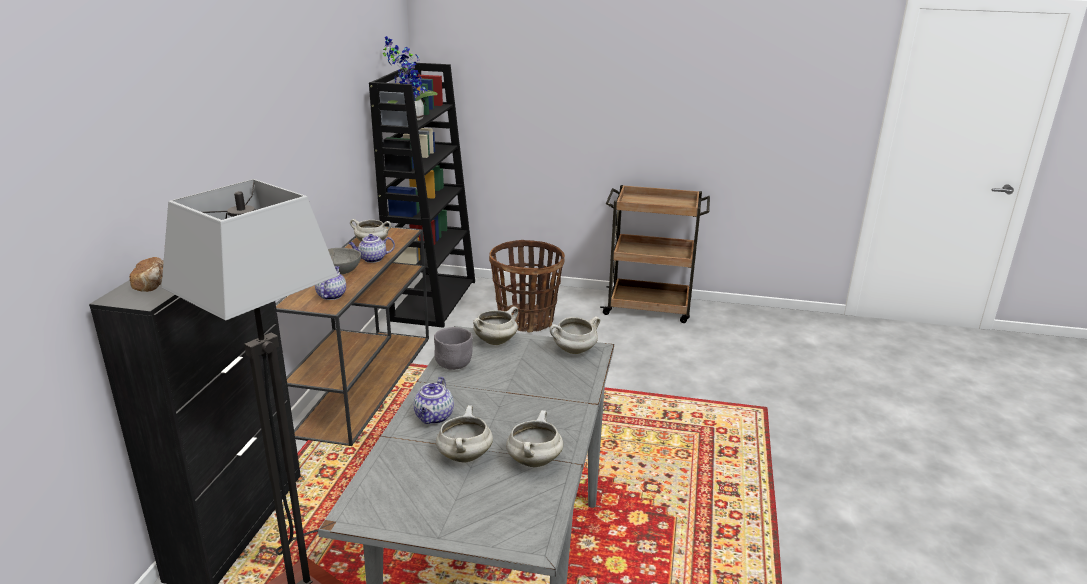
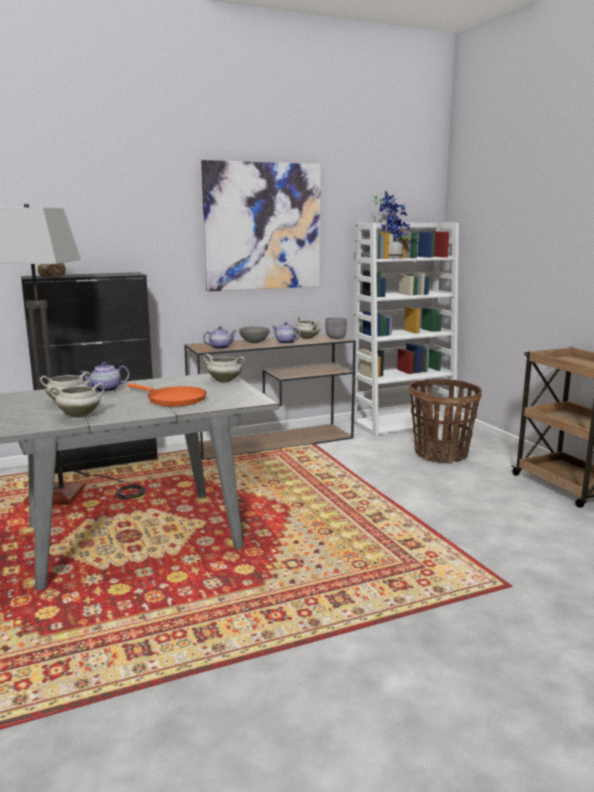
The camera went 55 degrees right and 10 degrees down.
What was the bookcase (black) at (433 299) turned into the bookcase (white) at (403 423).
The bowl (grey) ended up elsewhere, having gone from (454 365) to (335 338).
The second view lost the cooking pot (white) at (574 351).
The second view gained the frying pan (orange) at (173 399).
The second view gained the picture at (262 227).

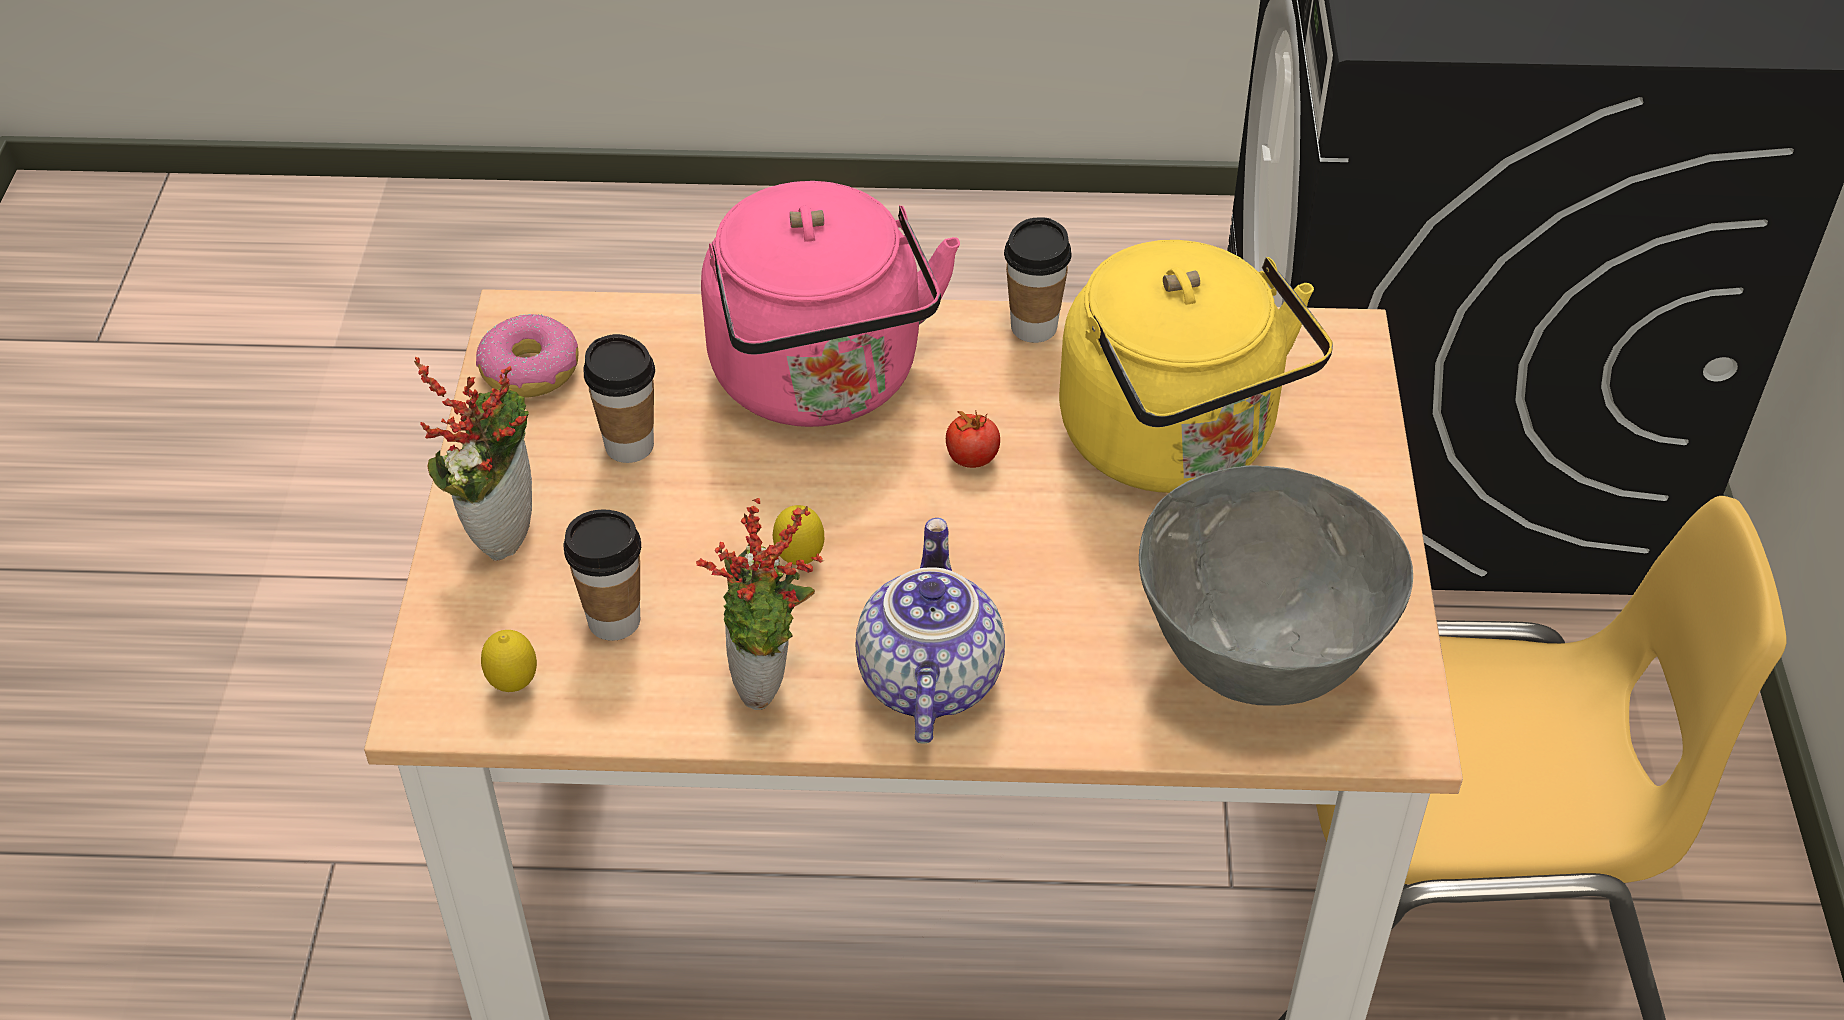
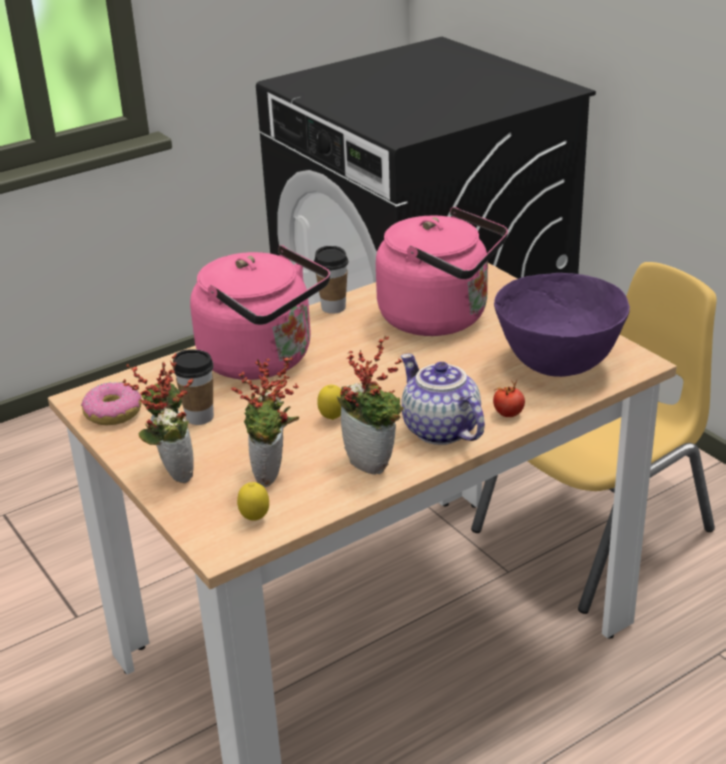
The camera went 35 degrees left and 15 degrees down.
Where the cup stood at (614 620), the potted plant came to stand at (273 476).
The tomato ended up elsewhere, having gone from (972 458) to (508 413).
What was the kettle (yellow) at (1176 444) turned into the kettle (pink) at (440 318).
What was the bowl (grey) at (1257 658) turned into the bowl (purple) at (558 365).

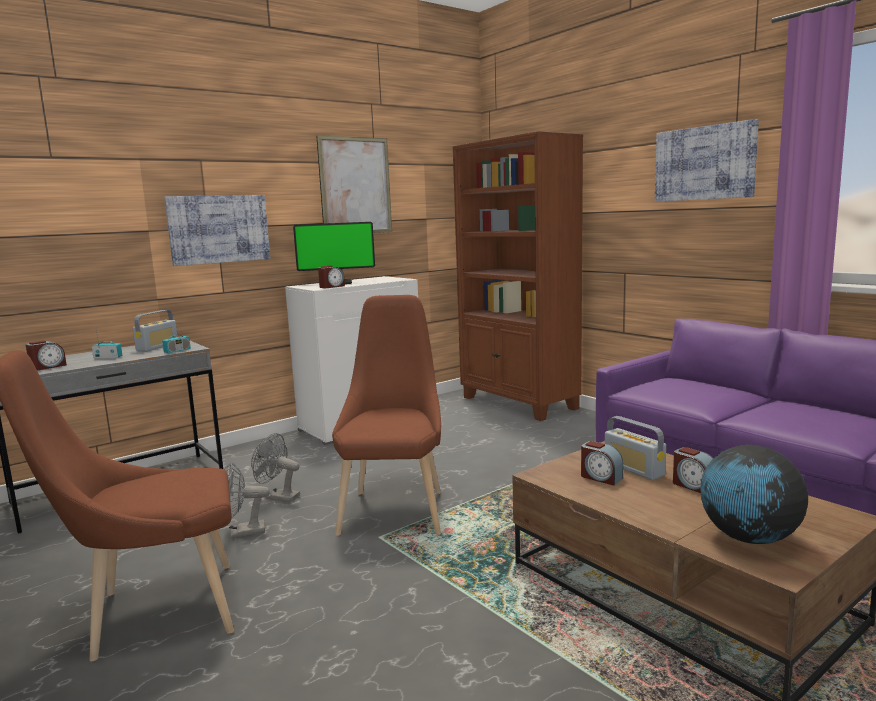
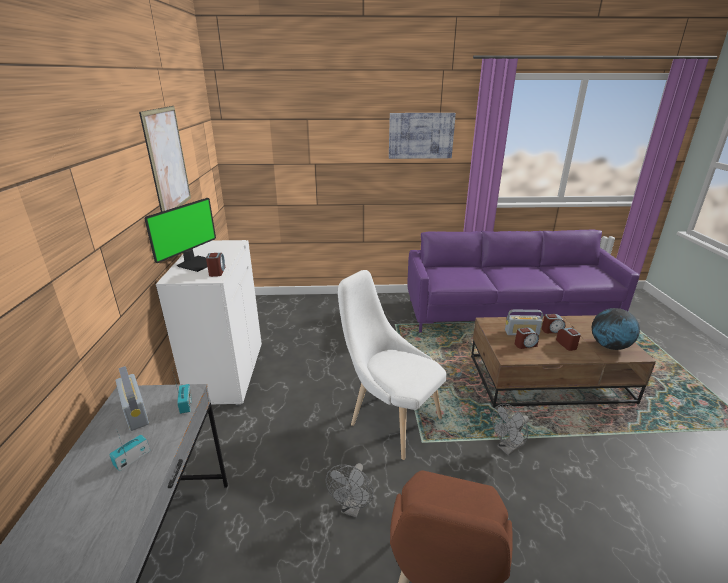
The camera went 55 degrees left and 15 degrees up.
The alarm clock ended up elsewhere, having gone from (48 367) to (566 344).
The second view lost the picture at (219 229).
The fan (grey) ended up elsewhere, having gone from (278 497) to (508 448).
What was the chair (brown) at (395 509) turned into the chair (white) at (390 419).
The second view lost the bookcase (brown) at (519 403).

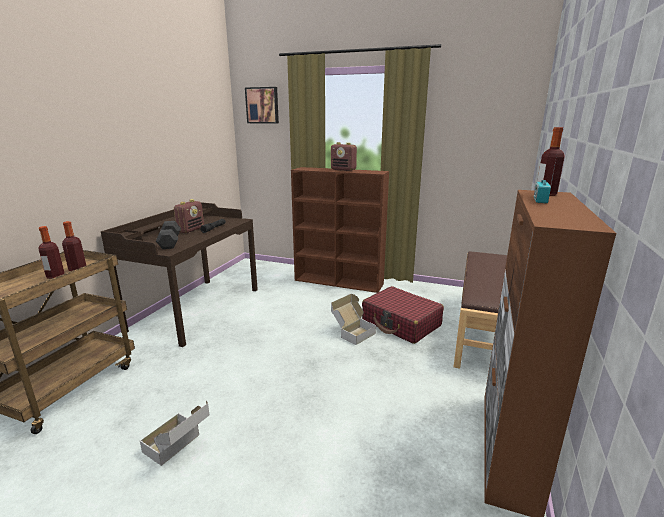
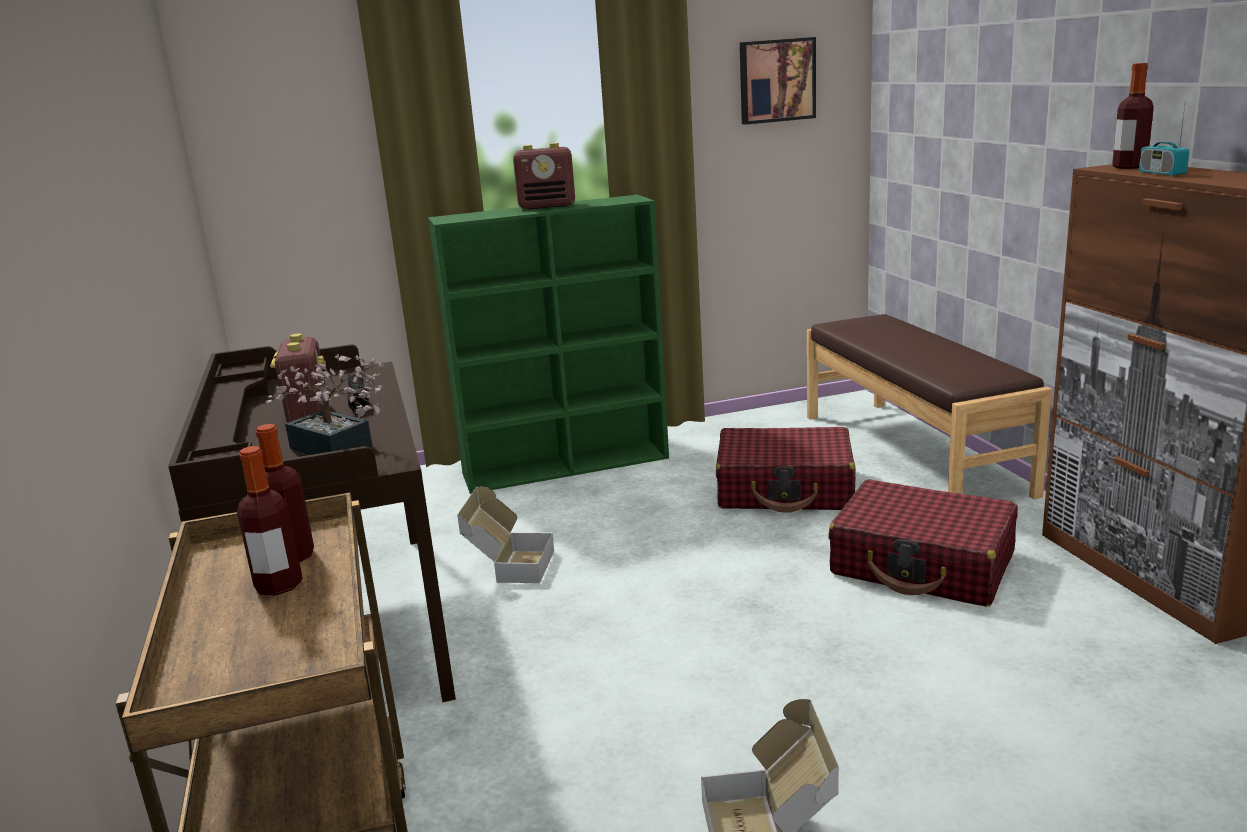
The camera went 35 degrees left and 0 degrees up.
Where the dumbbell (black) stood at (170 242), the potted plant came to stand at (336 449).
The picture ended up elsewhere, having gone from (262 105) to (776 80).
What was the bookcase (brown) at (339 282) turned into the bookcase (green) at (568 465).
The cardboard box ended up elsewhere, having gone from (352 332) to (508 566).
The second view gained the suitcase (red) at (923 564).

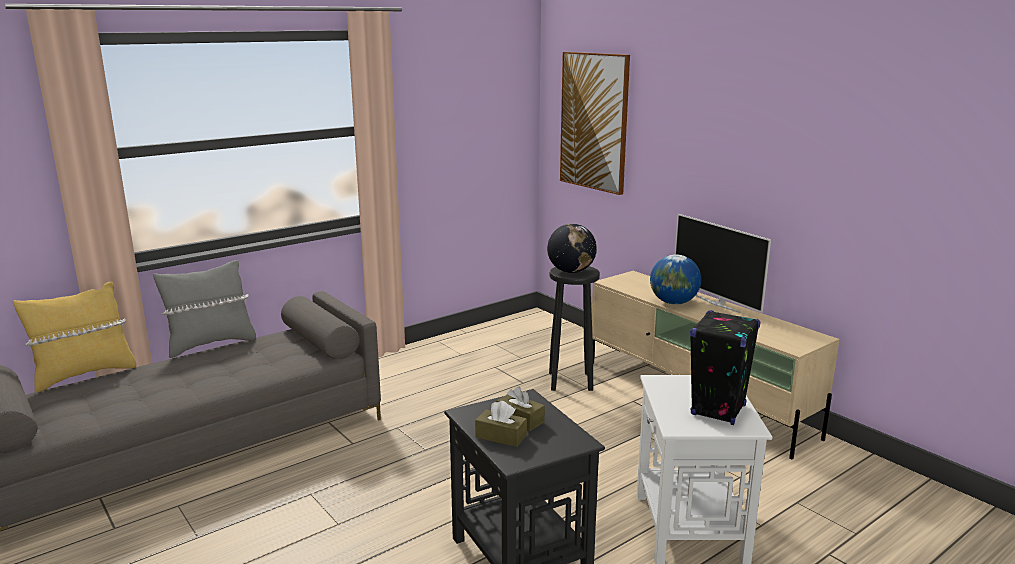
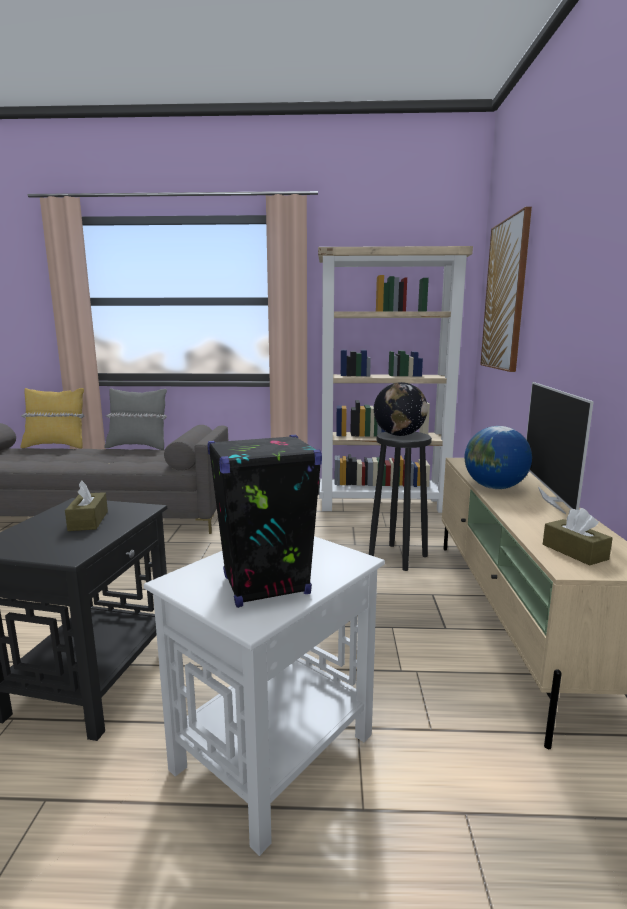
The camera went 40 degrees right and 5 degrees down.
The tissue box (brown) ended up elsewhere, having gone from (501 436) to (574 552).
The second view gained the bookcase (beige) at (383 504).

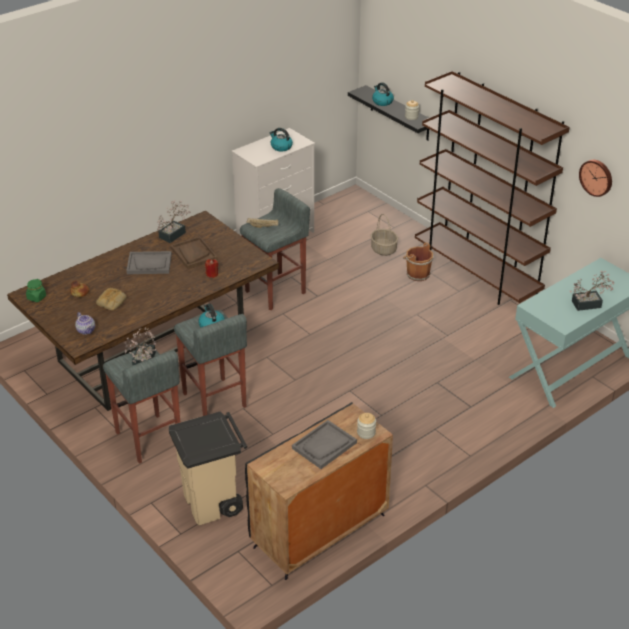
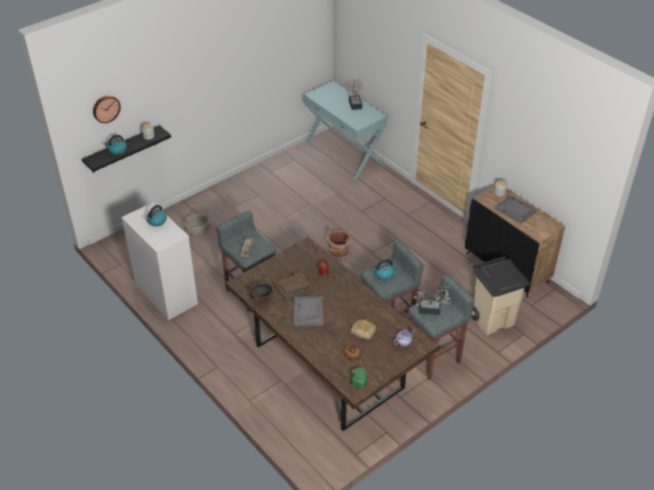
The camera went 90 degrees left and 5 degrees up.
Where the potted plant stood at (174 234), the bowl came to stand at (262 299).
The bucket (brown) ended up elsewhere, having gone from (417 274) to (338 253).
The second view lost the bookcase (brown) at (476 274).
The wall clock ended up elsewhere, having gone from (596 177) to (105 108).

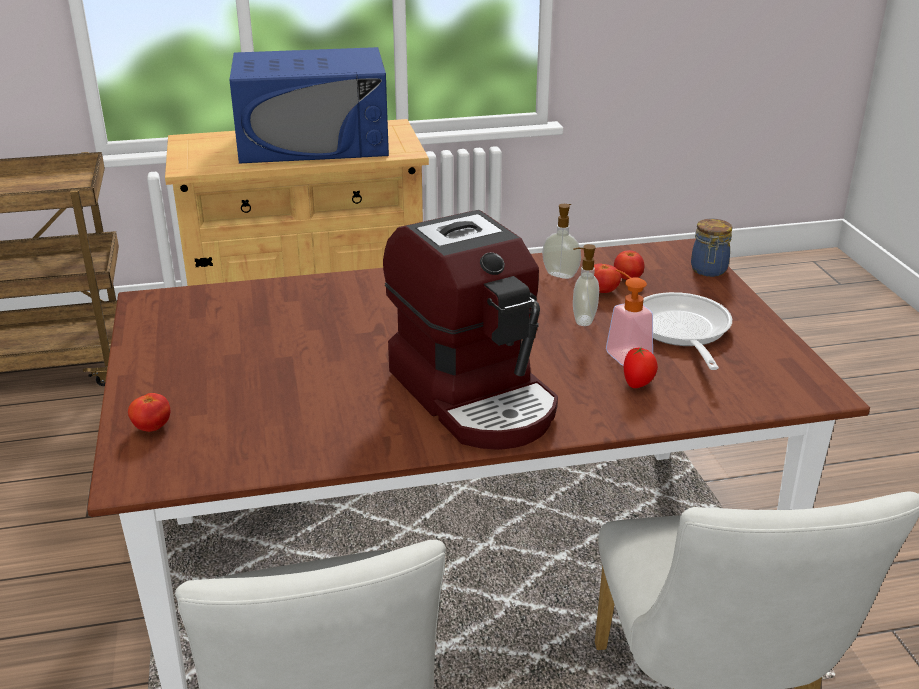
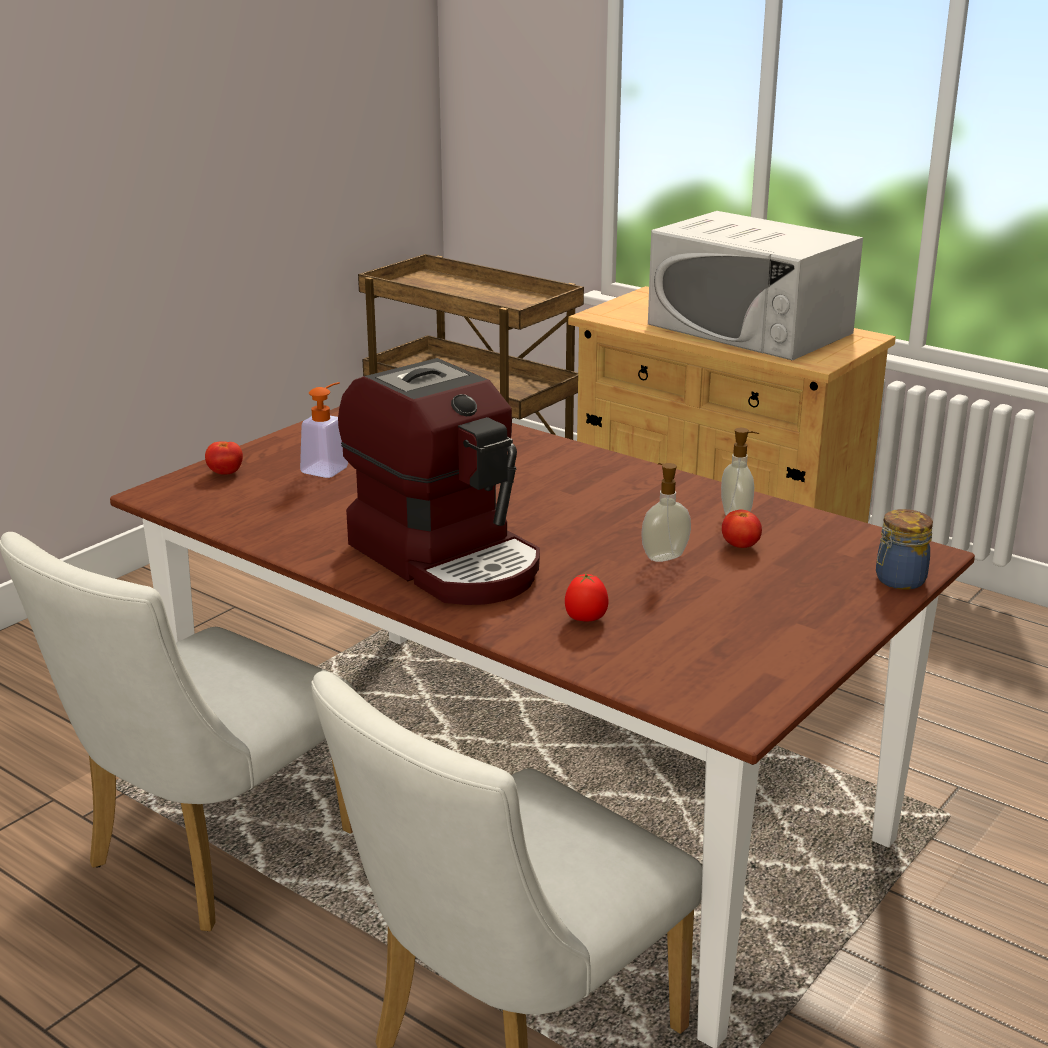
The camera went 50 degrees right and 5 degrees down.
What was the microwave (blue) at (314 143) turned into the microwave (white) at (749 329).
The coffee machine at (475 395) ended up facing another way, 60 degrees counterclockwise from before.
The soap dispenser ended up elsewhere, having gone from (624 352) to (329 467).
The second view lost the tomato at (627 278).
The second view lost the frying pan at (682 331).

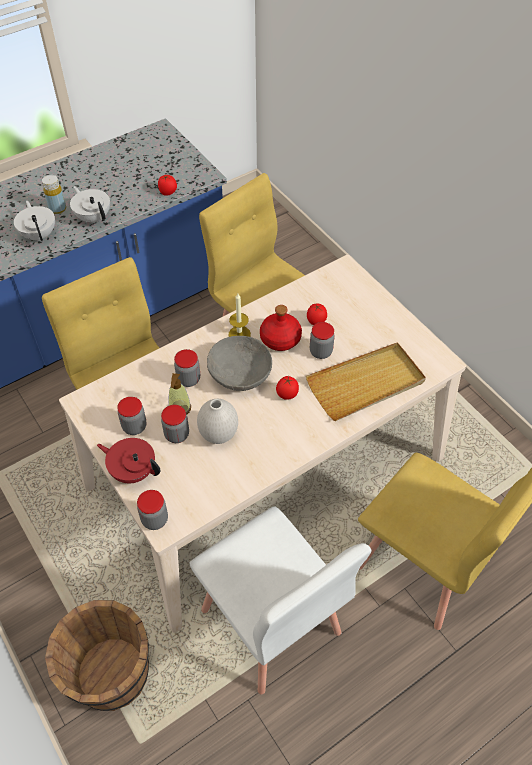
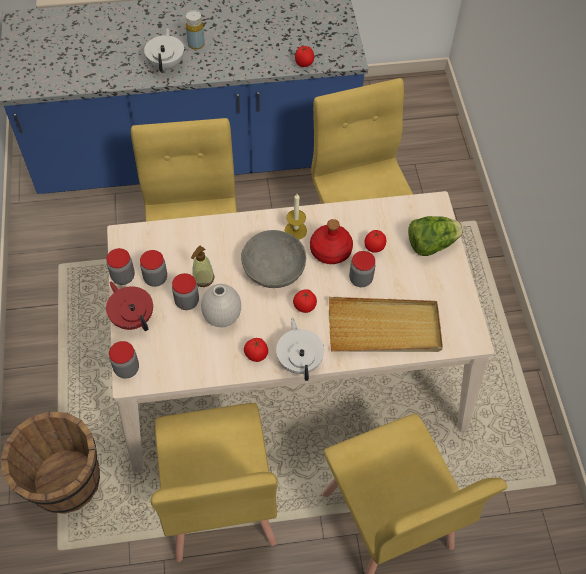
The camera went 25 degrees right and 5 degrees up.
The teapot (white) ended up elsewhere, having gone from (93 217) to (299 360).
The jar ended up elsewhere, having gone from (188 379) to (123 276).
What was the chair (white) at (270 623) turned into the chair (yellow) at (218 504).
The second view gained the tomato at (256 355).
The second view gained the lettuce at (431 244).

